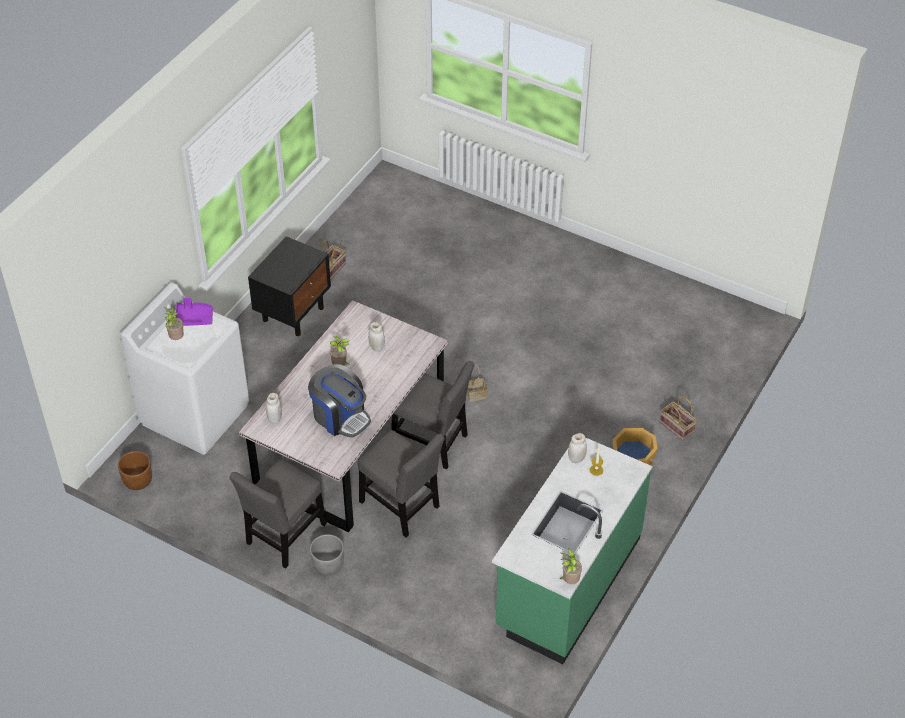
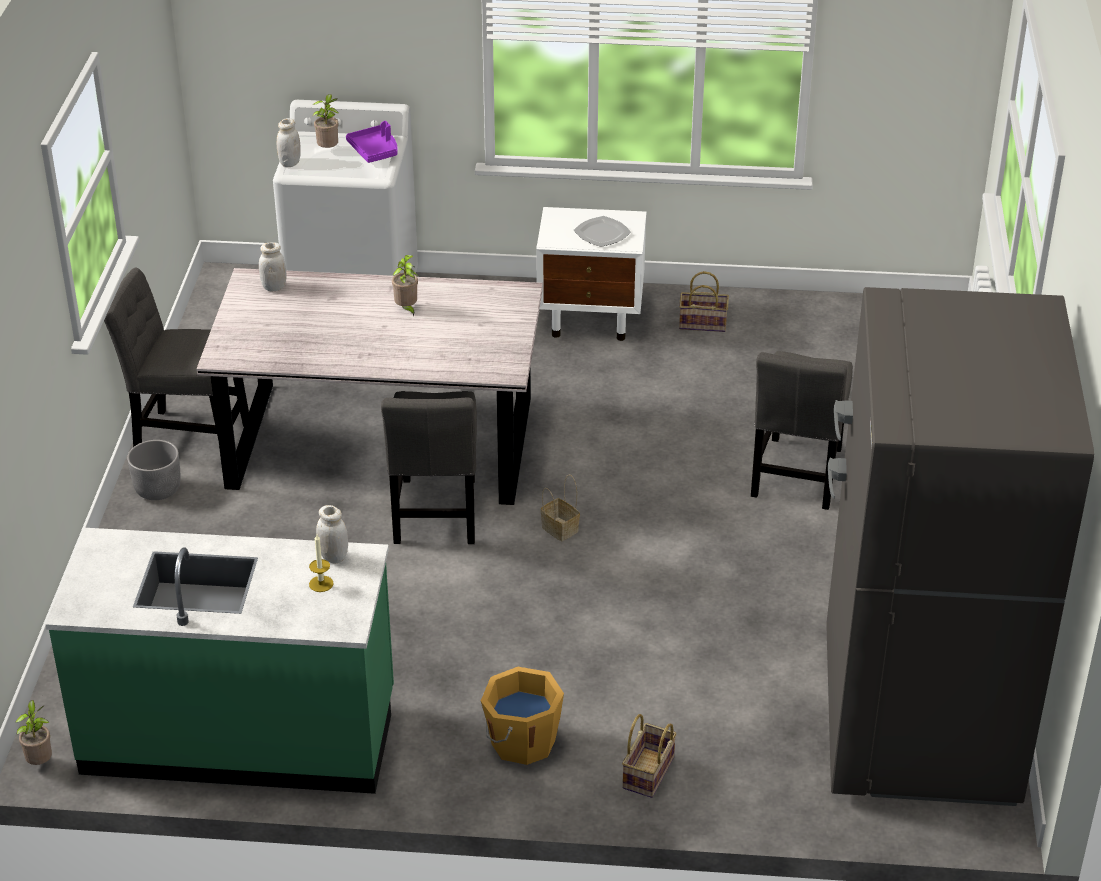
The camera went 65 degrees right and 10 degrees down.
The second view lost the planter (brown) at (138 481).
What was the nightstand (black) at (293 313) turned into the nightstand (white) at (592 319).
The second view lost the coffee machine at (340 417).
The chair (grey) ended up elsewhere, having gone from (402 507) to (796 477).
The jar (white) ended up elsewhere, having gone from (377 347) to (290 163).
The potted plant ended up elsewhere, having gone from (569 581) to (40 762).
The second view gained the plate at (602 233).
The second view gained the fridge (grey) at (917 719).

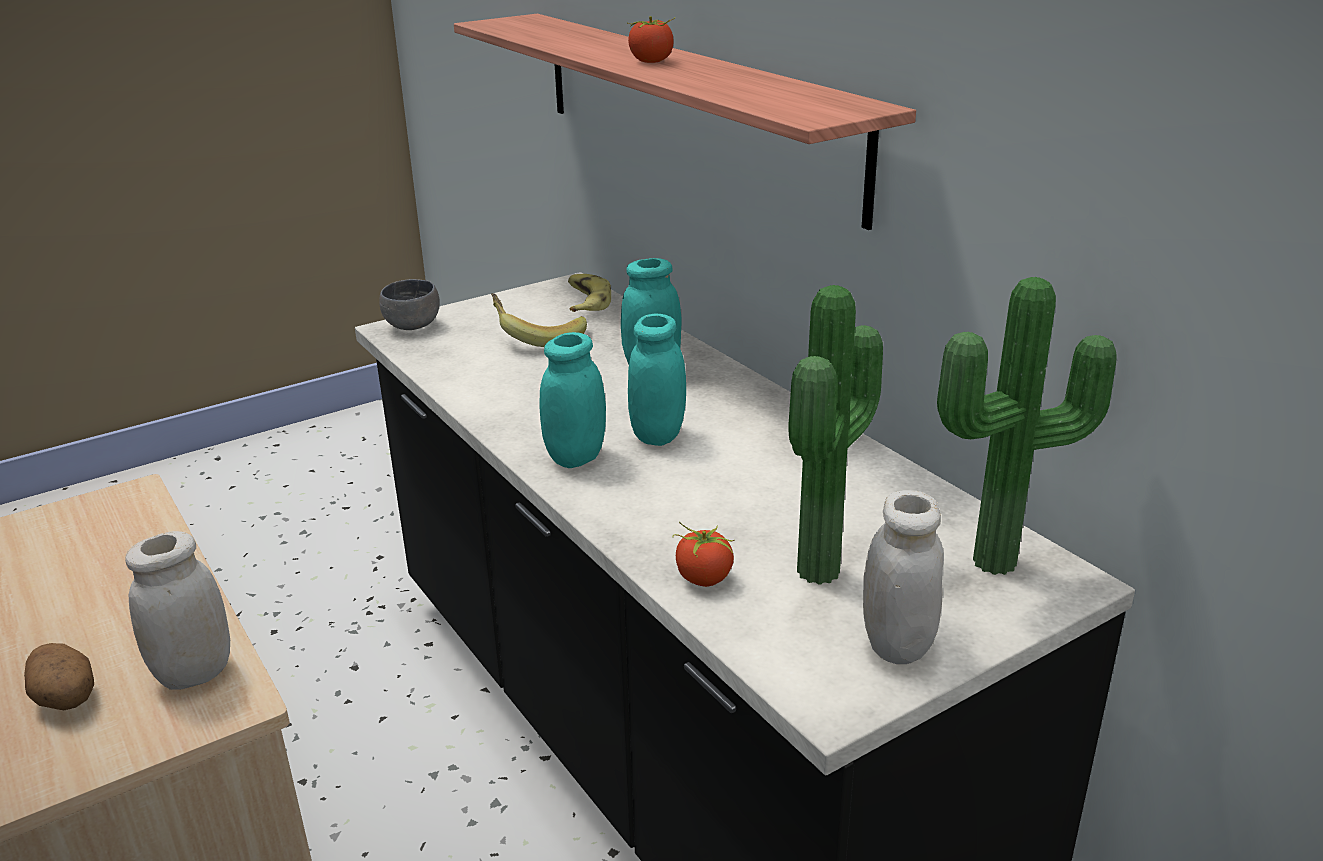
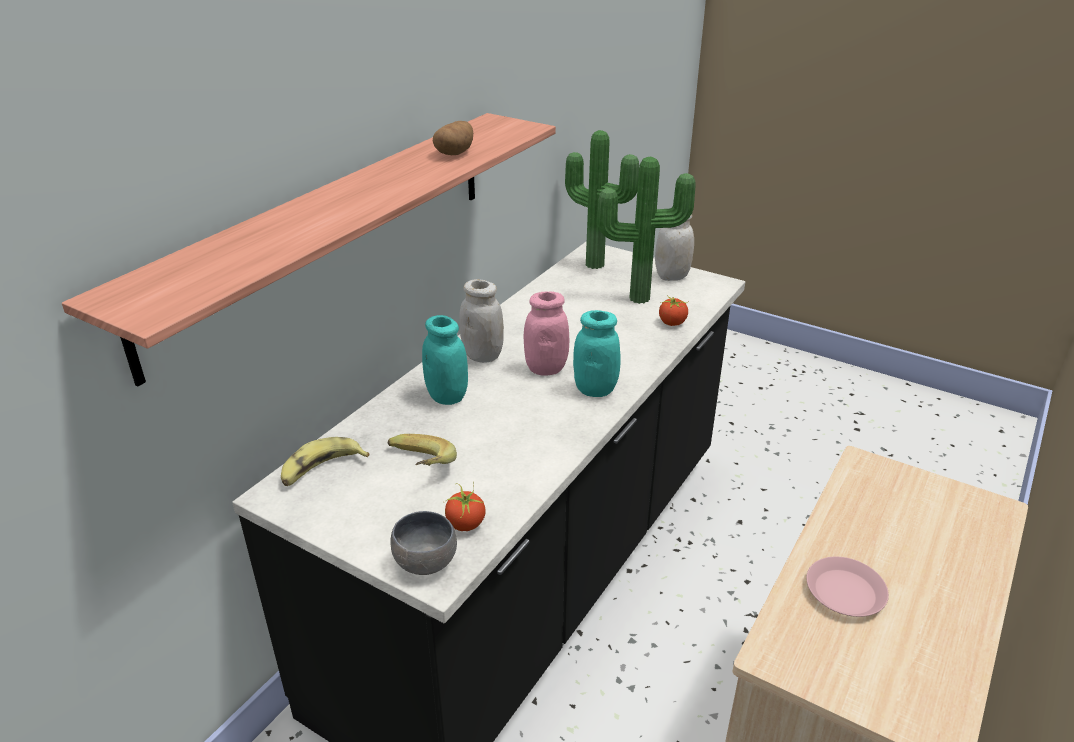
The camera went 115 degrees left and 5 degrees up.
The potato ended up elsewhere, having gone from (67 699) to (455 153).
The jar (white) ended up elsewhere, having gone from (194 673) to (483 356).
The tomato ended up elsewhere, having gone from (652 61) to (465 524).
What was the jar (turquoise) at (658 435) turned into the jar (pink) at (546 368).
The second view gained the plate (pink) at (845 592).

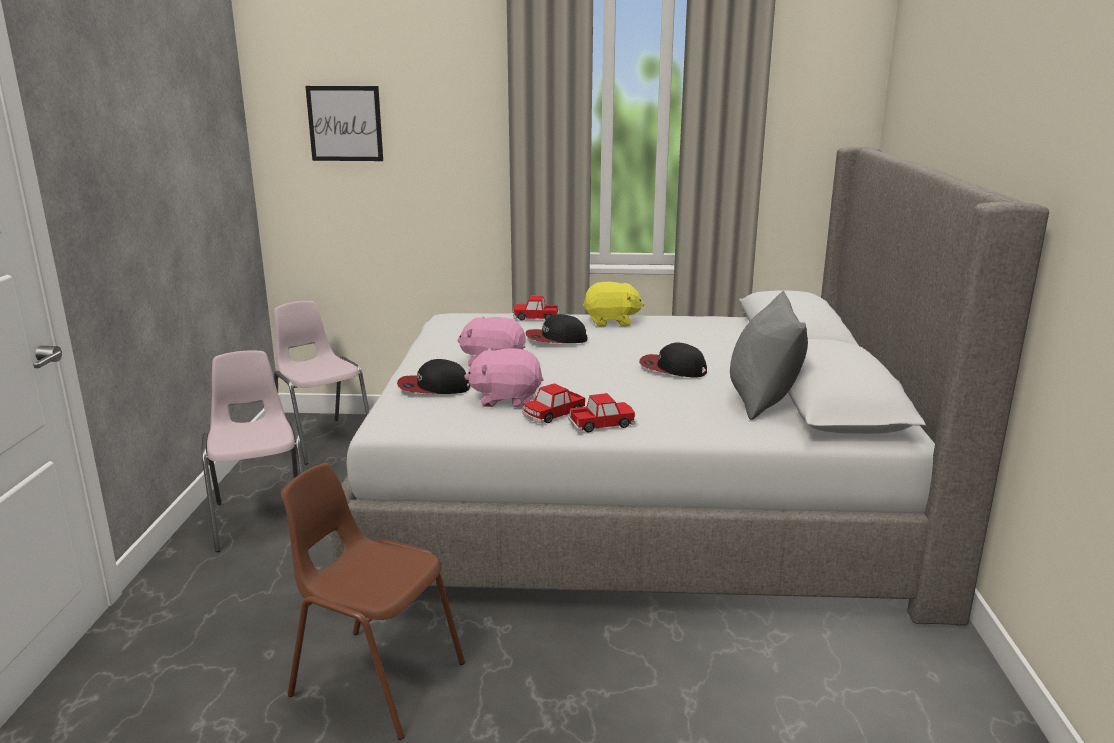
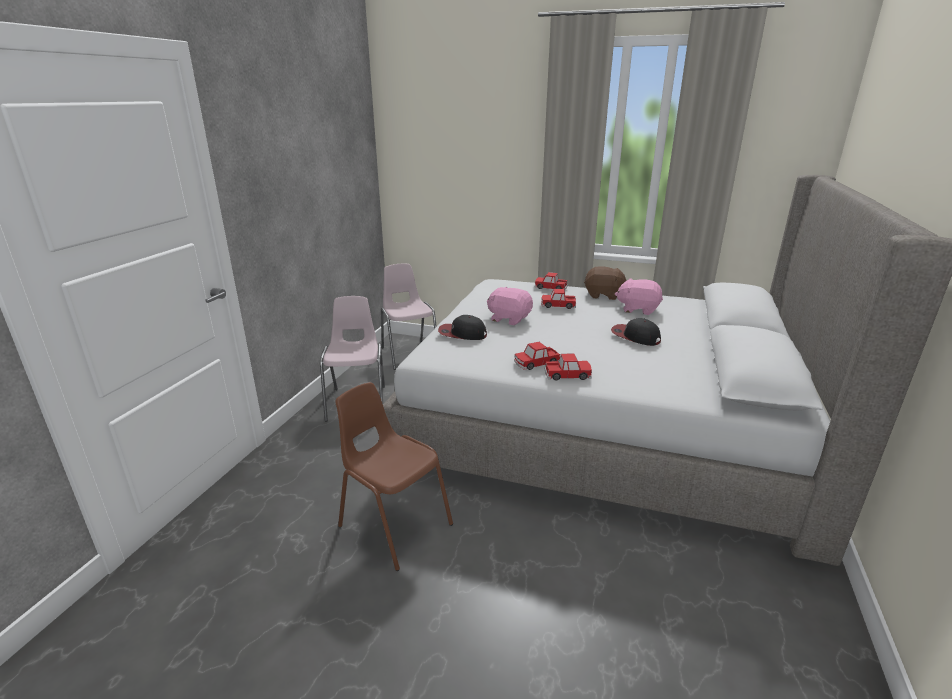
The camera went 15 degrees right and 5 degrees up.
The second view lost the picture at (345 123).
The plush toy (pink) ended up elsewhere, having gone from (506 399) to (638 309).
Where the cap stood at (556 339), the toy car came to stand at (558 305).
What was the plush toy (yellow) at (611 322) turned into the plush toy (brown) at (603 295).
The second view lost the pillow (grey) at (762 399).

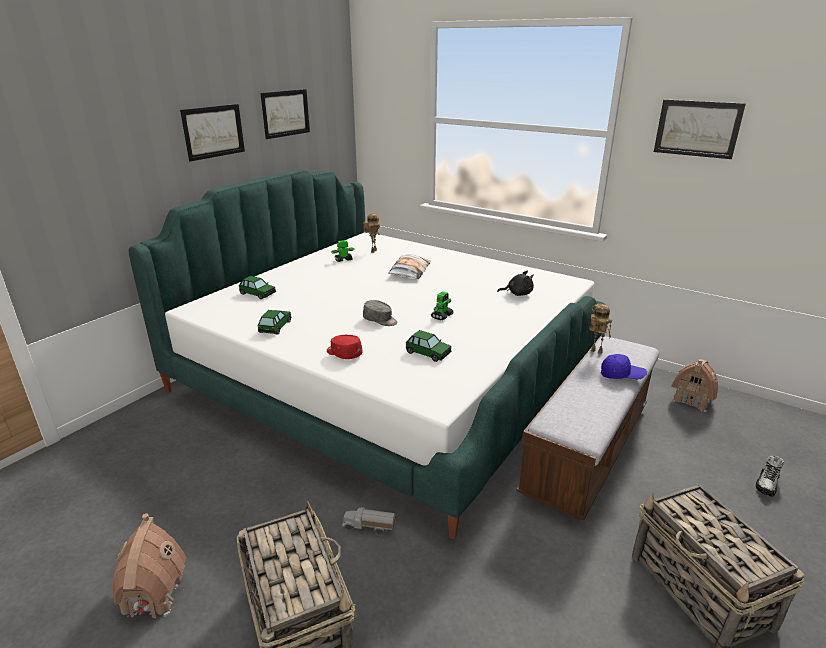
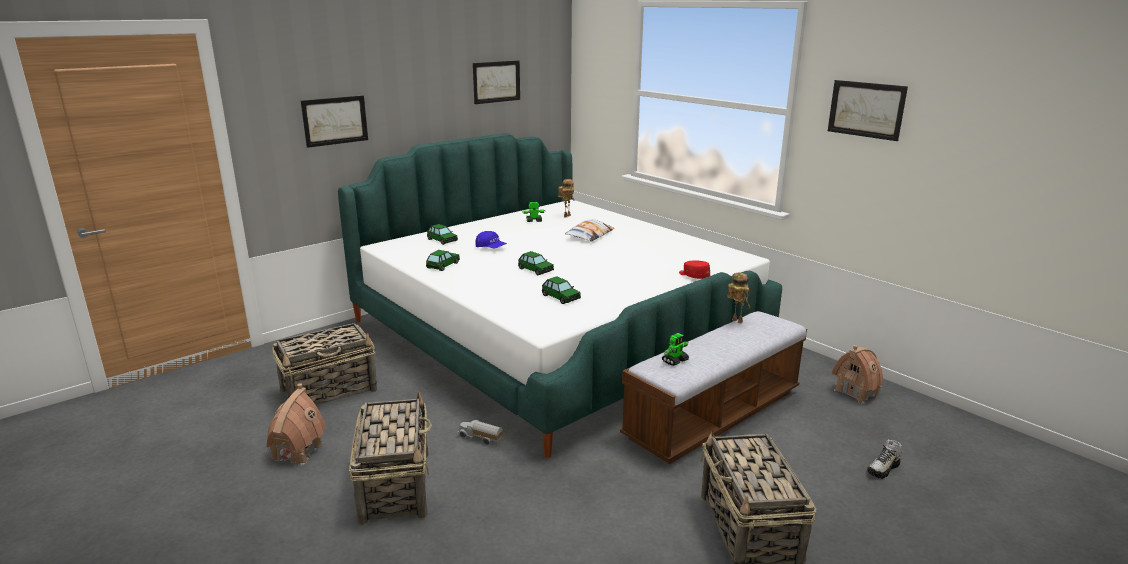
The camera went 15 degrees right and 5 degrees down.
The picture ended up elsewhere, having gone from (213 131) to (335 120).
The cap (red) ended up elsewhere, having gone from (343 353) to (693 276).
Where the cap (grey) stood at (380 320), the toy car came to stand at (535 270).
The toy robot ended up elsewhere, having gone from (442 316) to (675 361).
The second view lost the plush toy (black) at (517 294).
The cap (blue) ended up elsewhere, having gone from (622 375) to (491 248).
The second view gained the basket at (330 390).

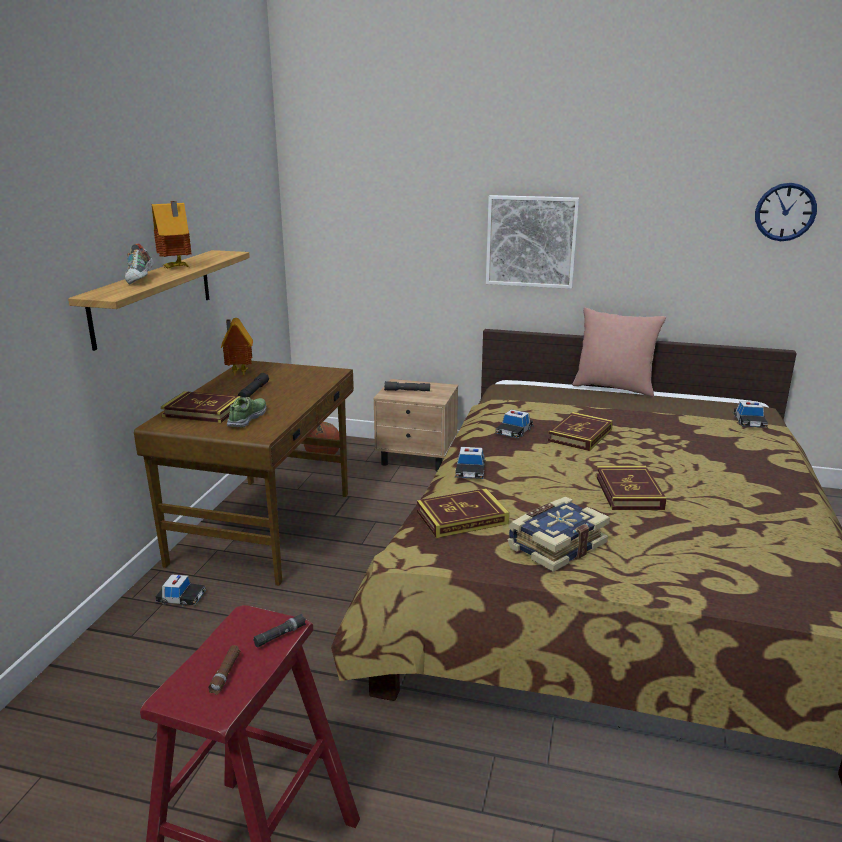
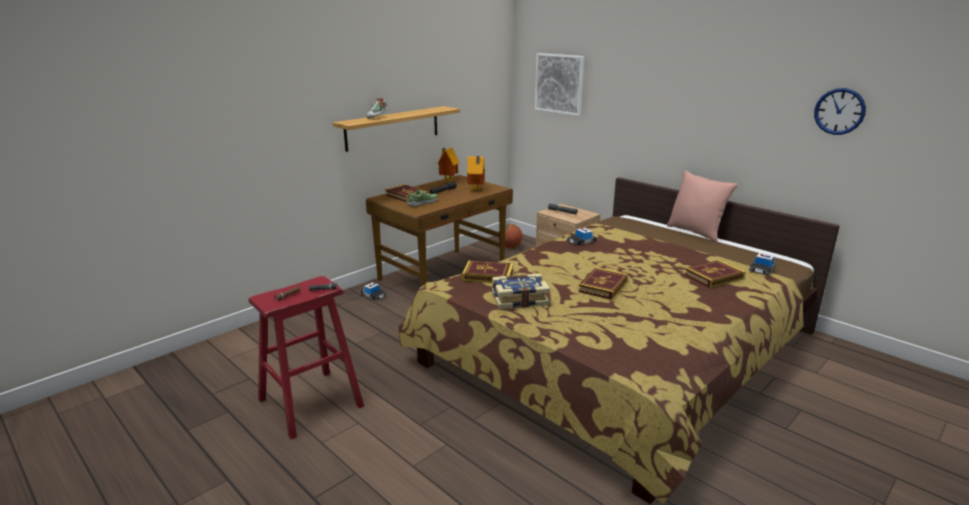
The camera went 30 degrees right and 0 degrees up.
The toy house ended up elsewhere, having gone from (176 268) to (476 190).
The second view lost the toy car at (470 470).
The picture ended up elsewhere, having gone from (531 241) to (559 84).
The book ended up elsewhere, having gone from (580 435) to (714 277).

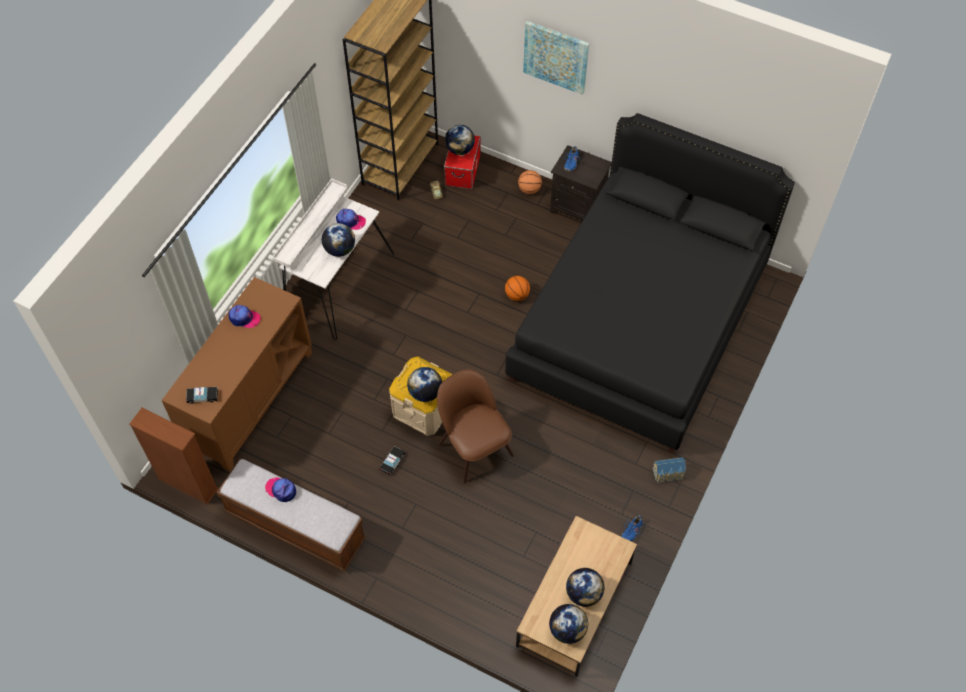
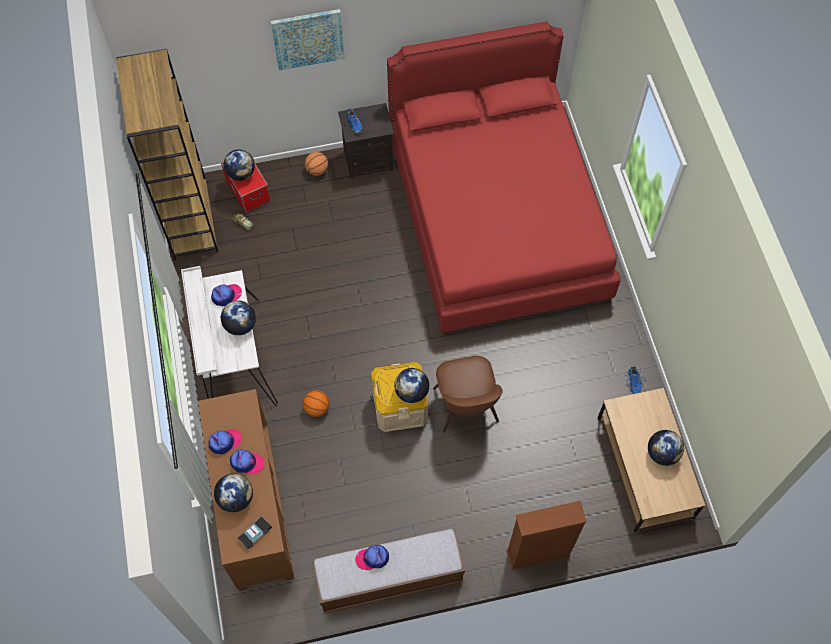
The camera went 40 degrees left and 5 degrees up.
The bookcase (brown) ended up elsewhere, having gone from (188 484) to (538 553).
The second view lost the toy car at (392 462).
The chair (brown) at (474 447) ended up facing another way, 120 degrees counterclockwise from before.
What was the bed (black) at (639 322) turned into the bed (red) at (496 219).
The basketball ended up elsewhere, having gone from (517 295) to (317 408).
The globe ended up elsewhere, having gone from (567 630) to (236 498).
The second view lost the toy house at (668 474).
The second view gained the cap at (246 463).

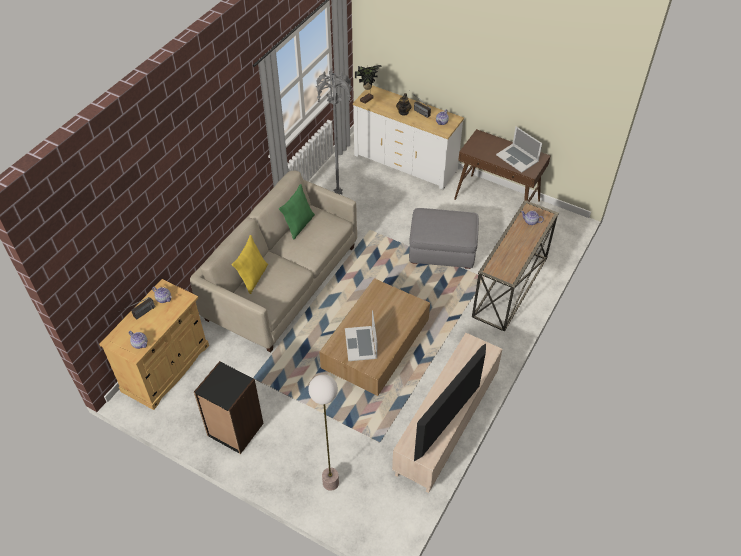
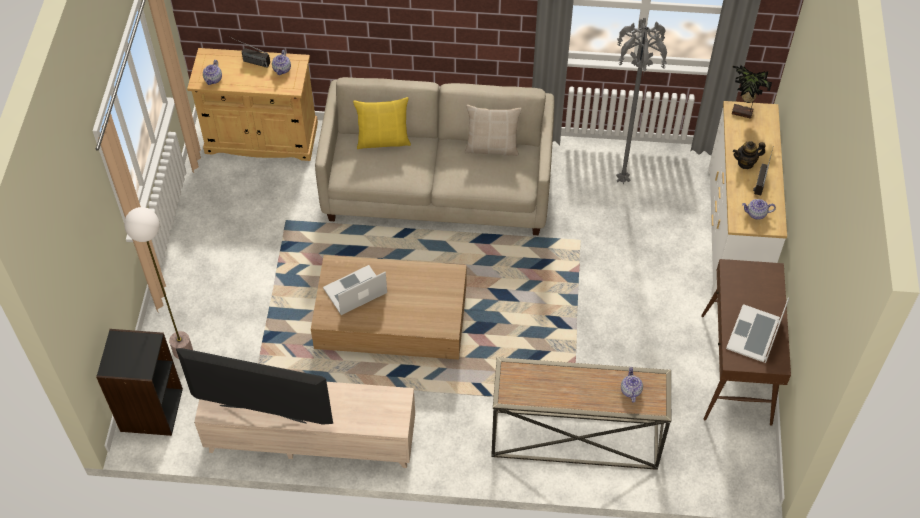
The camera went 65 degrees right and 5 degrees up.
The bookcase (black) ended up elsewhere, having gone from (235 430) to (150 409).
What was the pillow (green) at (298 225) turned into the pillow (beige) at (492 147).
The second view lost the ottoman (grey) at (442 252).

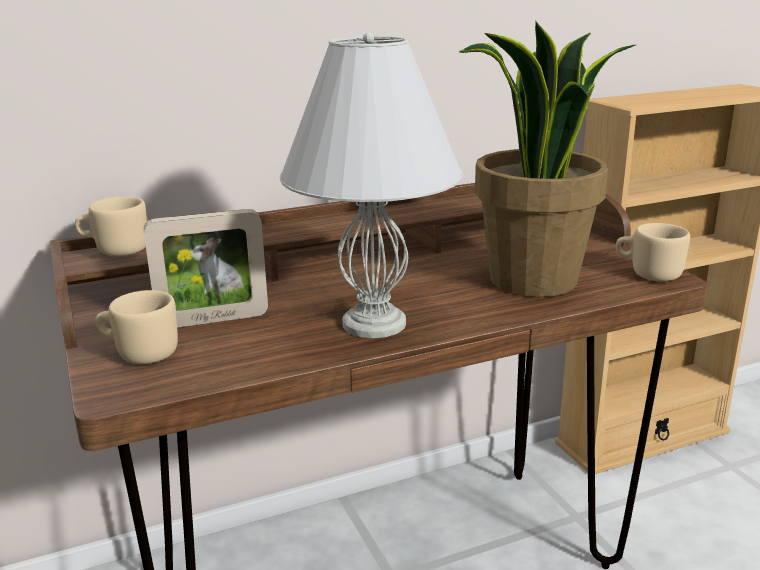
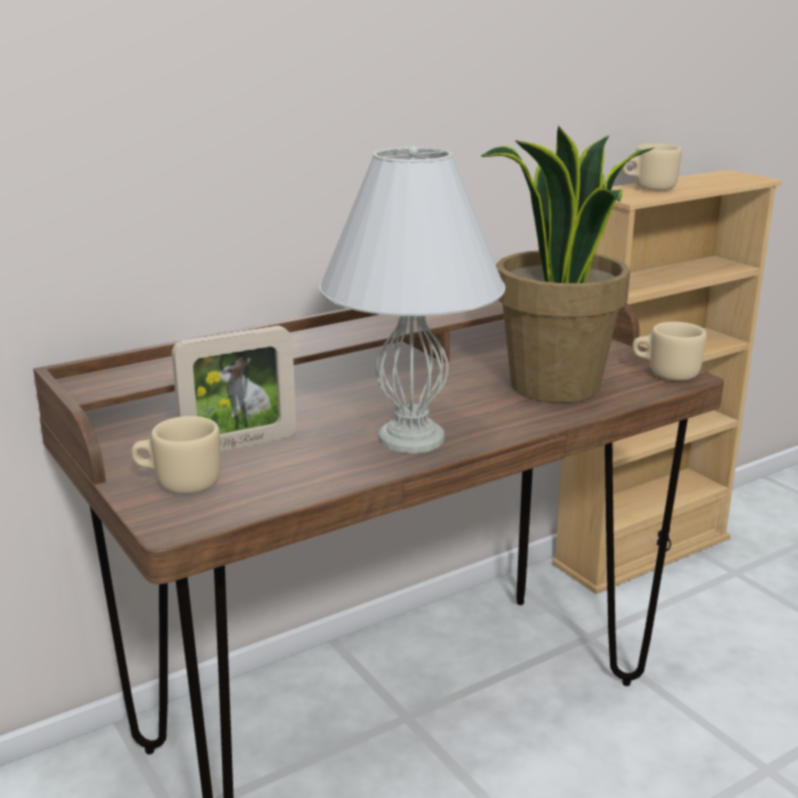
The camera went 10 degrees left and 0 degrees up.
The mug (beige) ended up elsewhere, having gone from (115 250) to (647 188).

